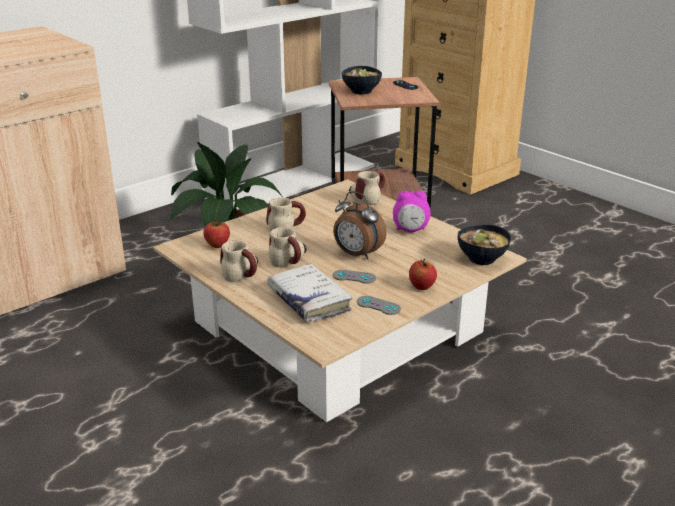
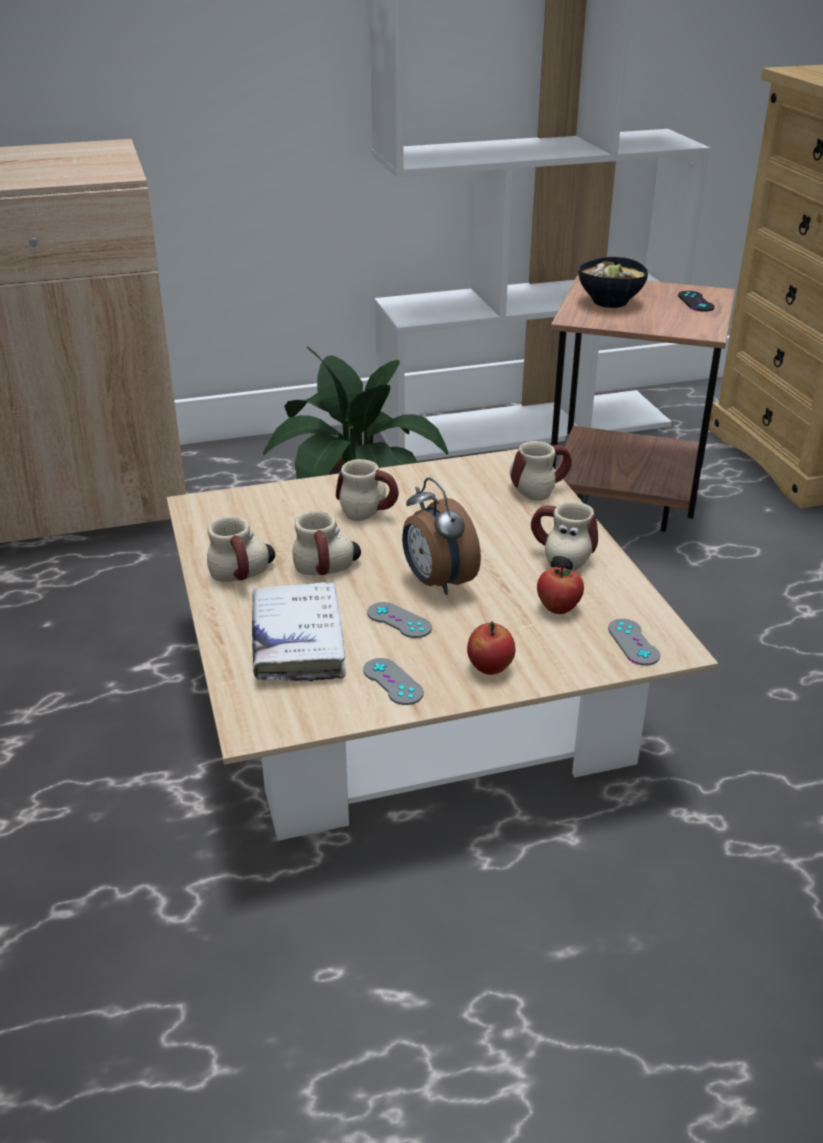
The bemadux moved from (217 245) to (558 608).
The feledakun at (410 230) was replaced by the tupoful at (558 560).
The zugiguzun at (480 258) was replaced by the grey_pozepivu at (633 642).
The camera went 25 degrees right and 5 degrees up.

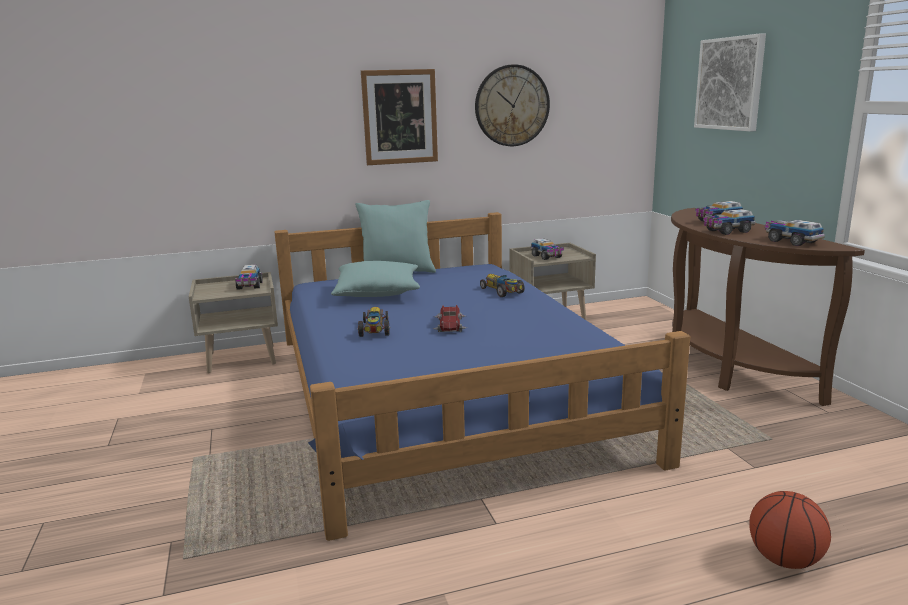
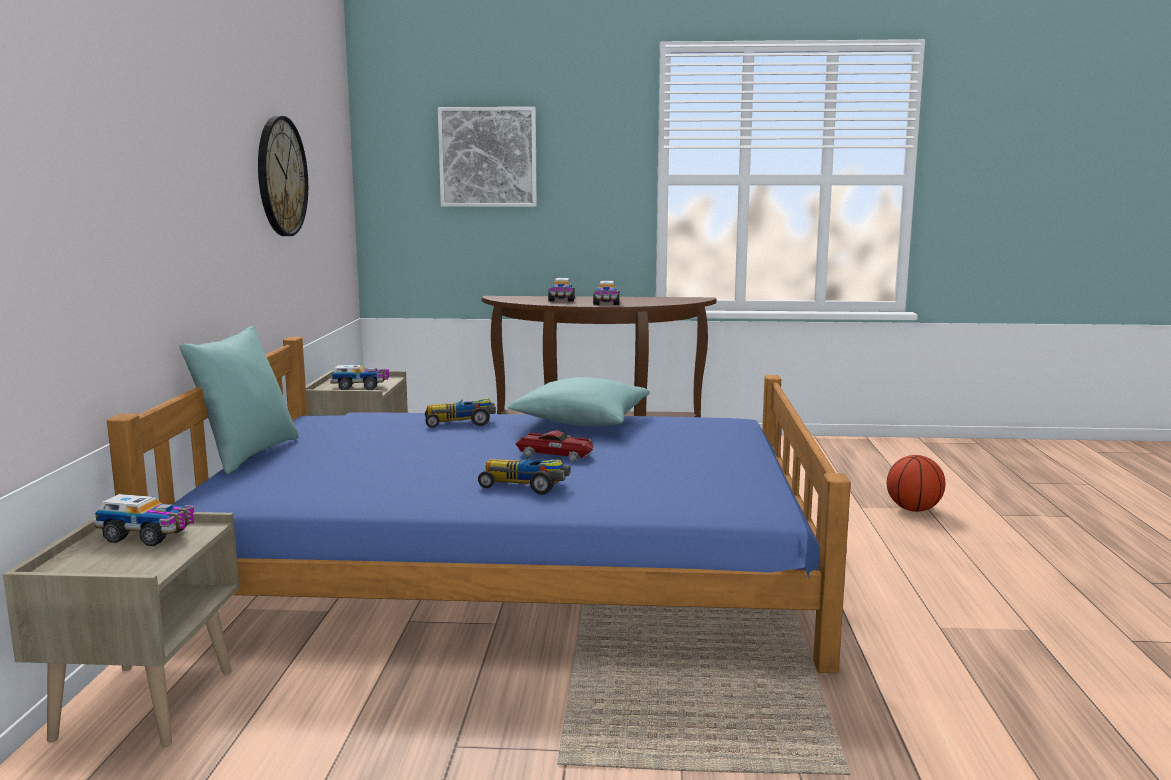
The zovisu at (400 117) disappeared.
The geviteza at (791 241) disappeared.
The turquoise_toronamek moved from (378 292) to (581 421).
The camera went 70 degrees left and 5 degrees down.

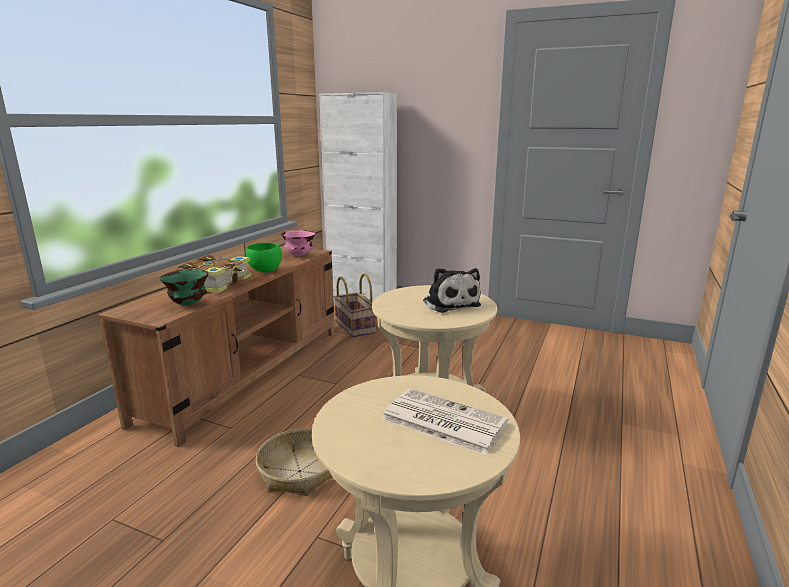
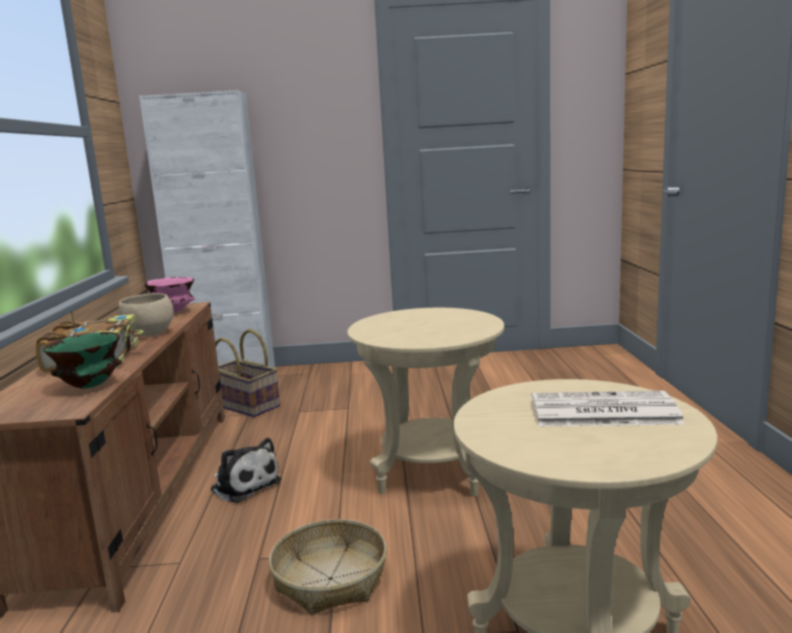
The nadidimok moved from (450 303) to (244 485).
The green_zugiguzun at (266 271) became the beige_zugiguzun at (150 334).
The camera went 25 degrees left and 5 degrees down.

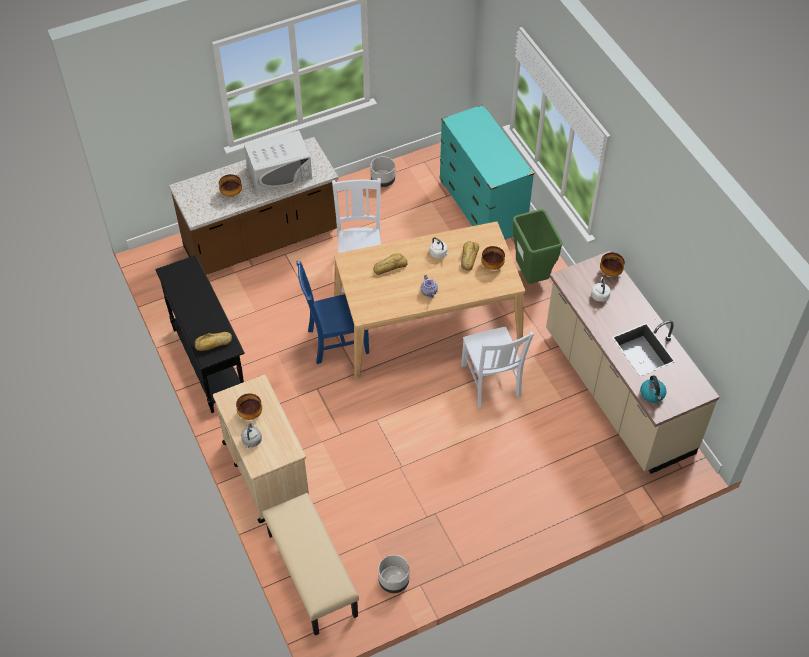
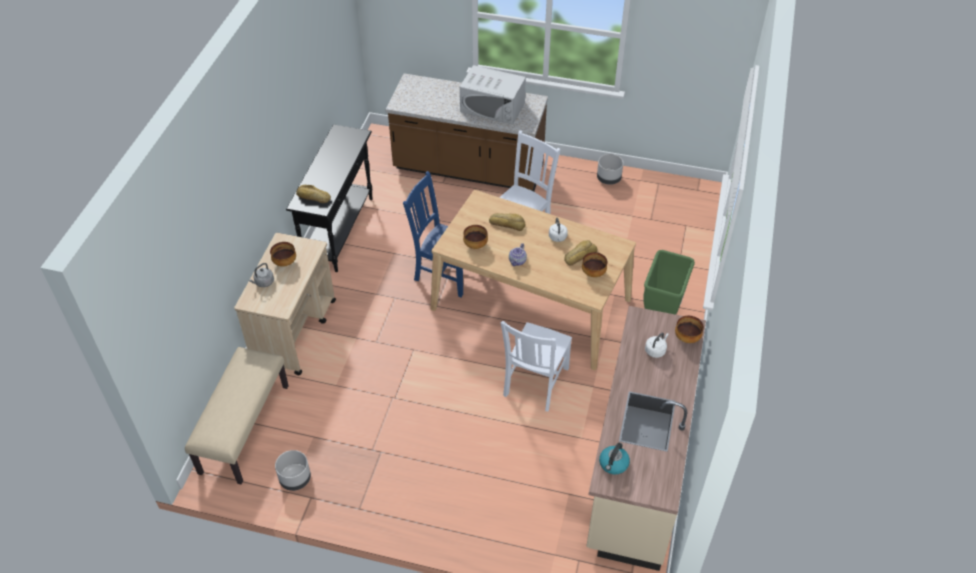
The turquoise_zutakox at (482 208) disappeared.
The zugiguzun moved from (231 193) to (475 245).
The camera went 40 degrees right and 5 degrees down.

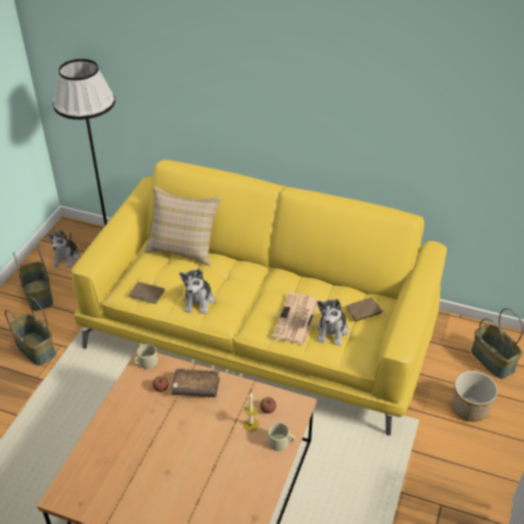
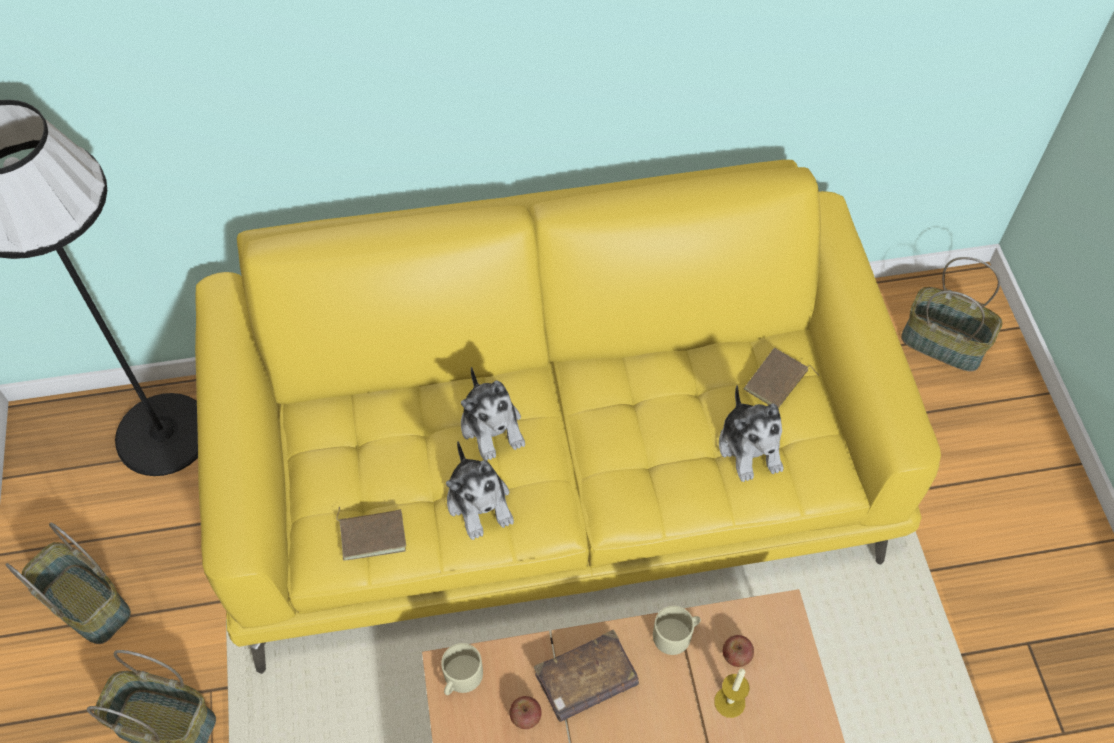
The beige_toronamek at (183 247) disappeared.
The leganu at (296 320) disappeared.
The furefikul at (470 408) disappeared.
The nadidimok moved from (67 258) to (492 426).
The beige_tupoful moved from (281 442) to (676 634).
The camera went 30 degrees left and 15 degrees up.

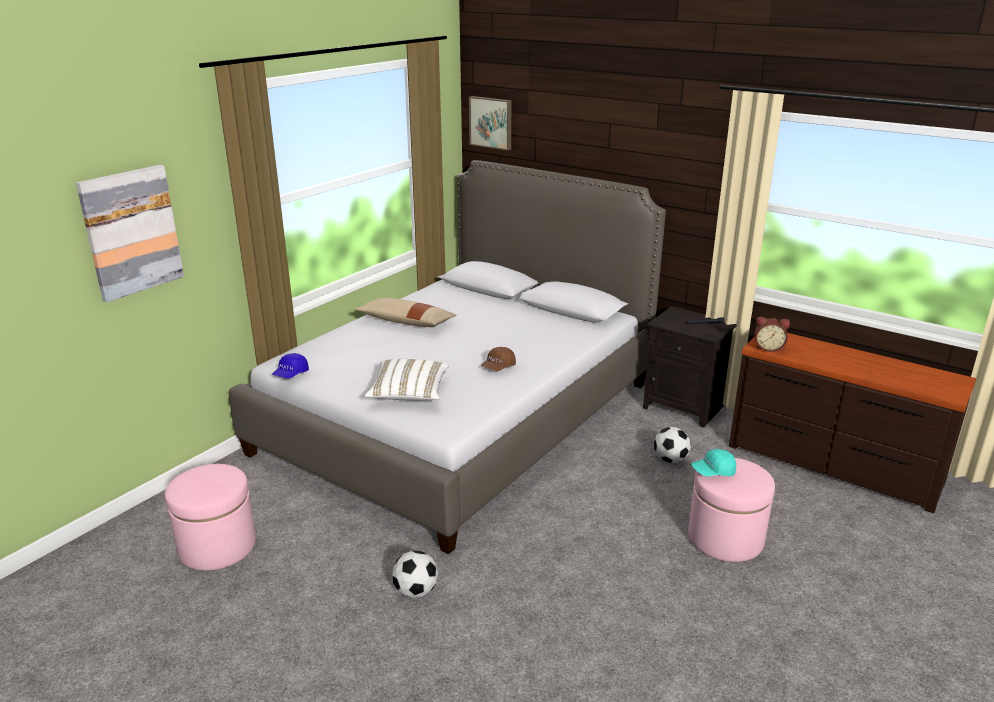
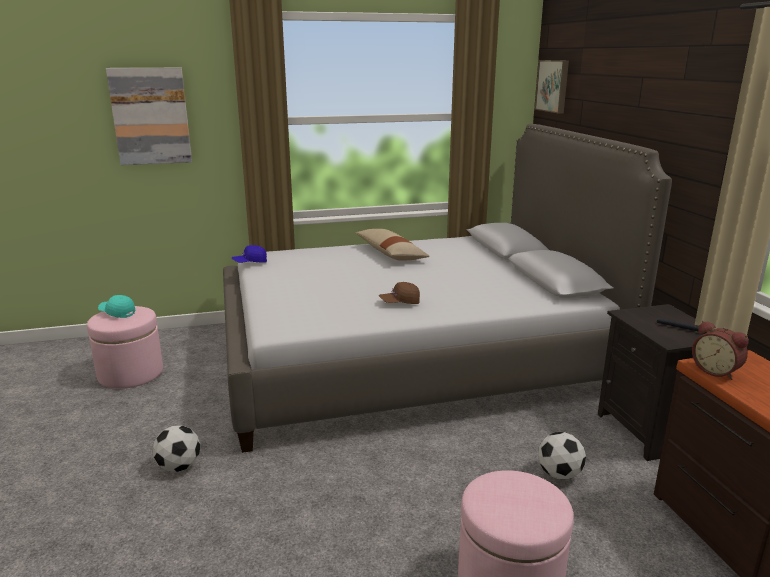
The white_toronamek at (409 394) disappeared.
The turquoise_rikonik moved from (713 472) to (117 313).
The camera went 40 degrees right and 5 degrees down.

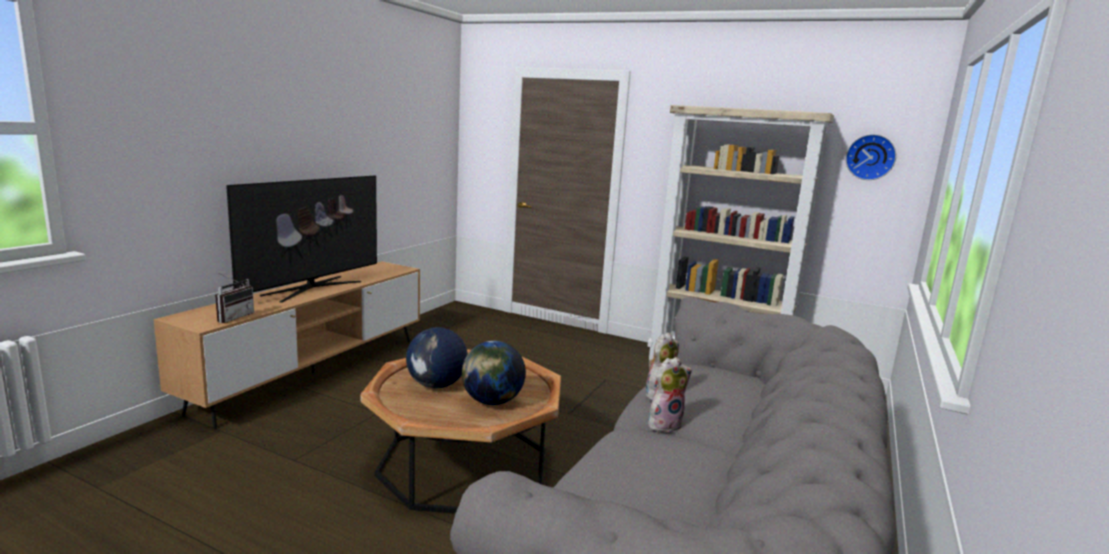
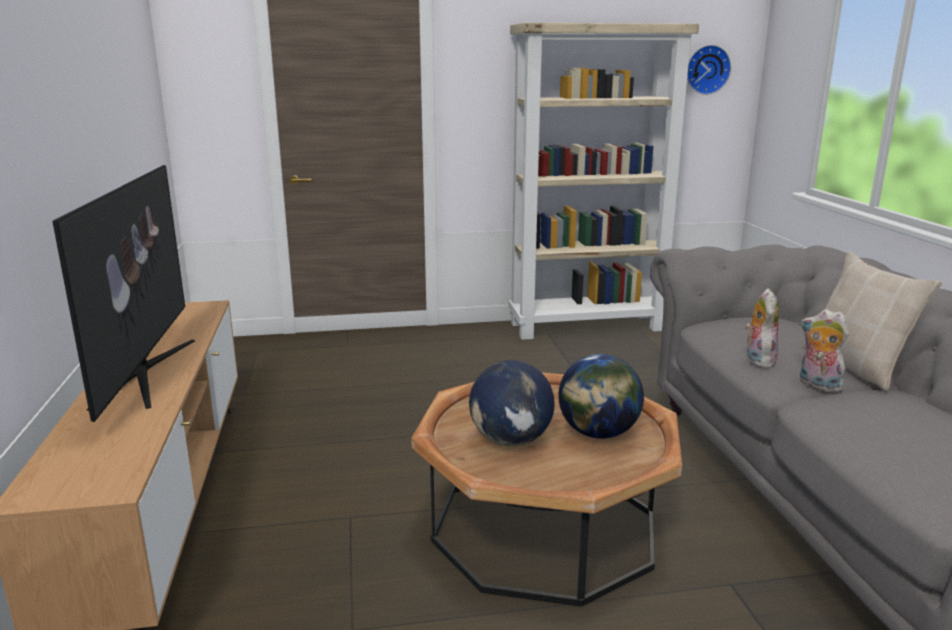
The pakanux at (233 317) disappeared.
The beige_toronamek at (856 366) appeared.
The nadidimok at (664 424) turned 75 degrees counterclockwise.
The camera went 35 degrees left and 5 degrees up.

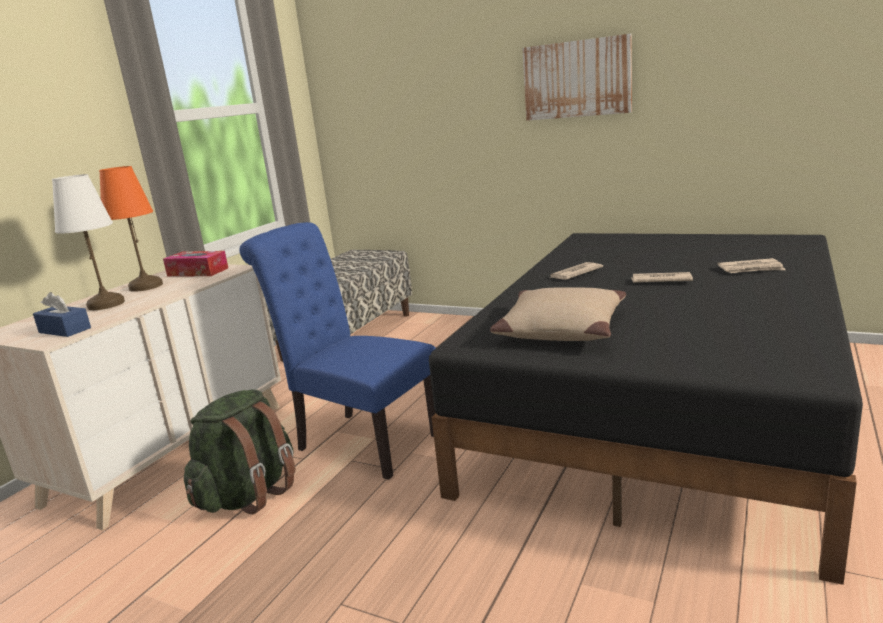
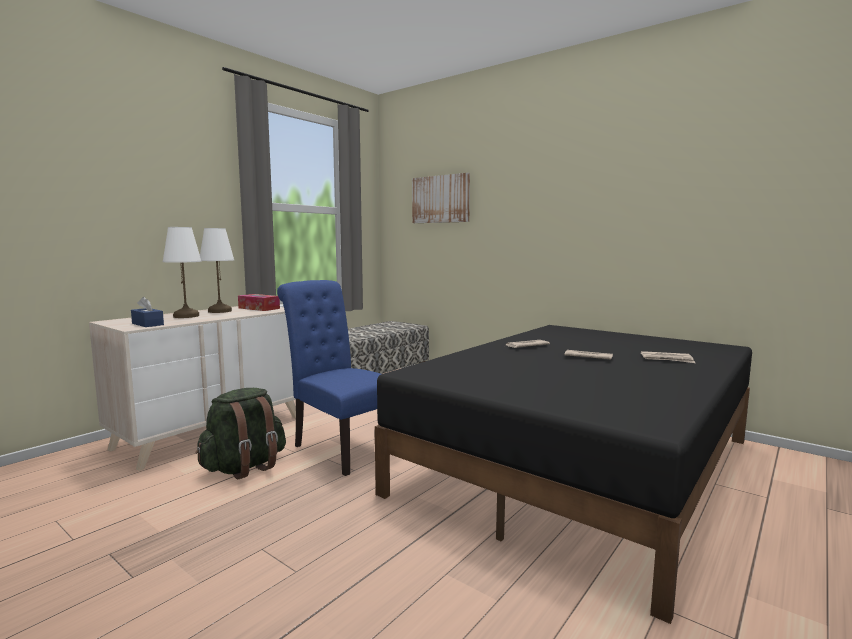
The beige_toronamek at (560 329) disappeared.
The zovisu moved from (577 79) to (441 199).
The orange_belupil at (146 286) became the white_belupil at (220 311).
The camera went 10 degrees right and 10 degrees down.

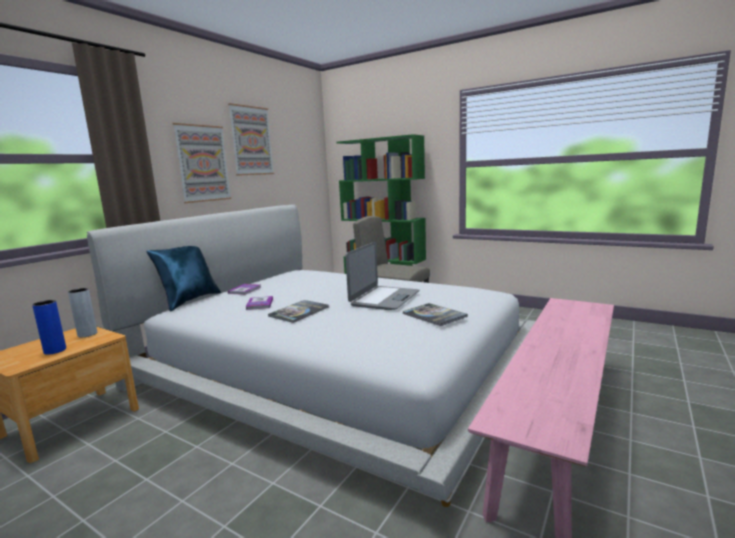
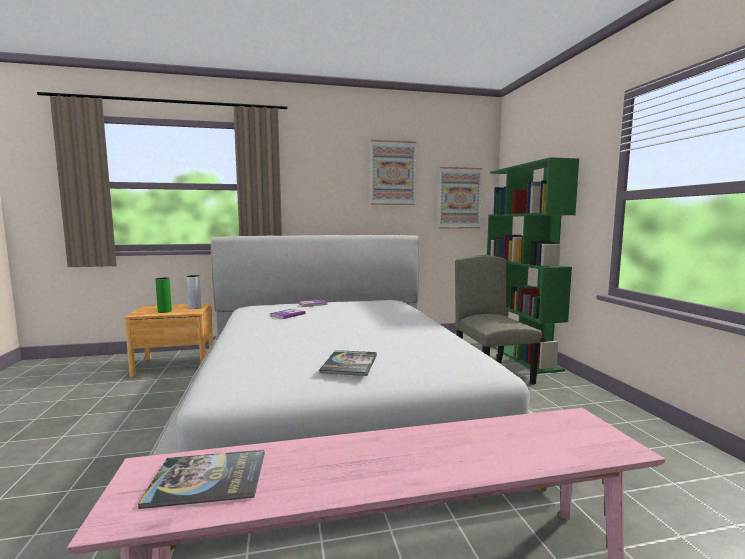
The blue_toronamek at (189 301) disappeared.
The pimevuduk at (384 299) disappeared.
The zovisu moved from (202 163) to (459 198).
The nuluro moved from (299 312) to (207 479).
The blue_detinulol at (55 350) became the green_detinulol at (164 311).
The camera went 45 degrees right and 5 degrees down.

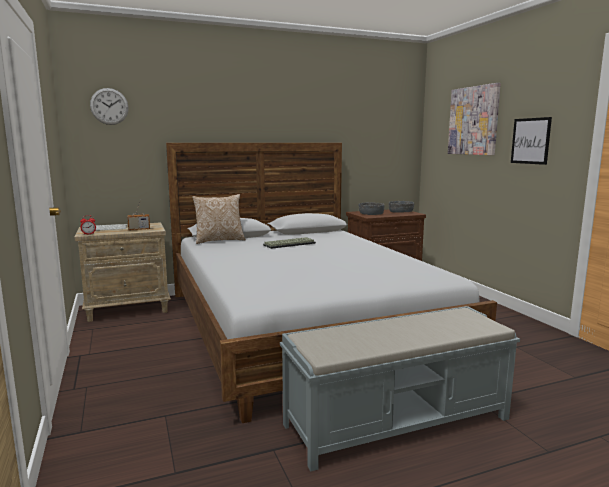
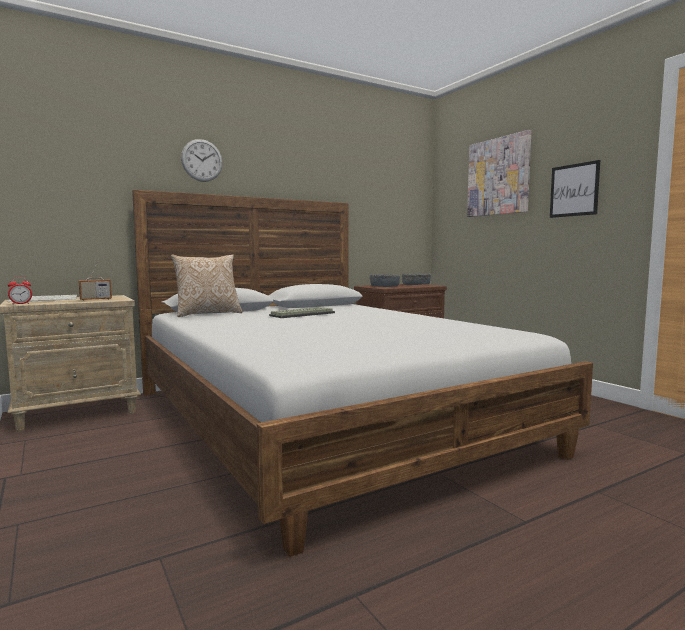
The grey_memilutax at (398 421) disappeared.
The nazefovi moved from (109 106) to (202 160).
The camera went 10 degrees left and 5 degrees down.

